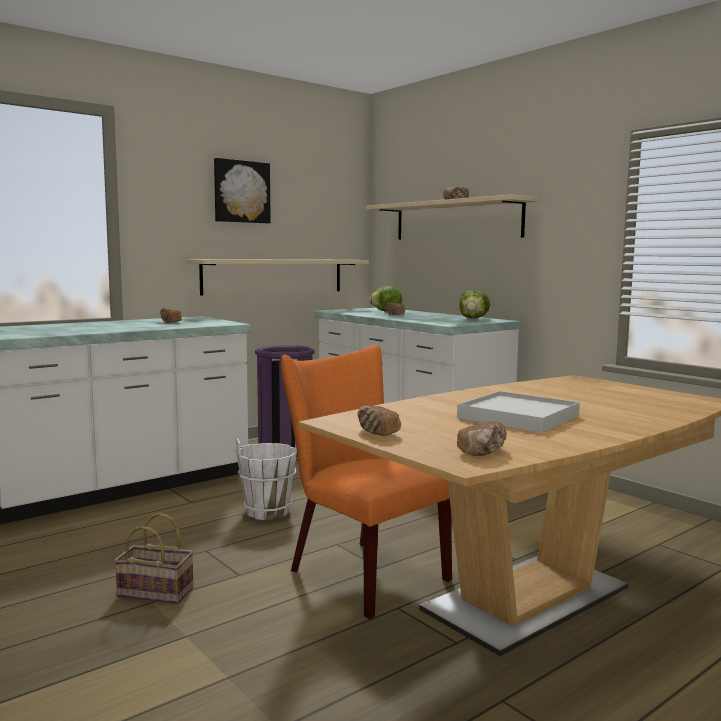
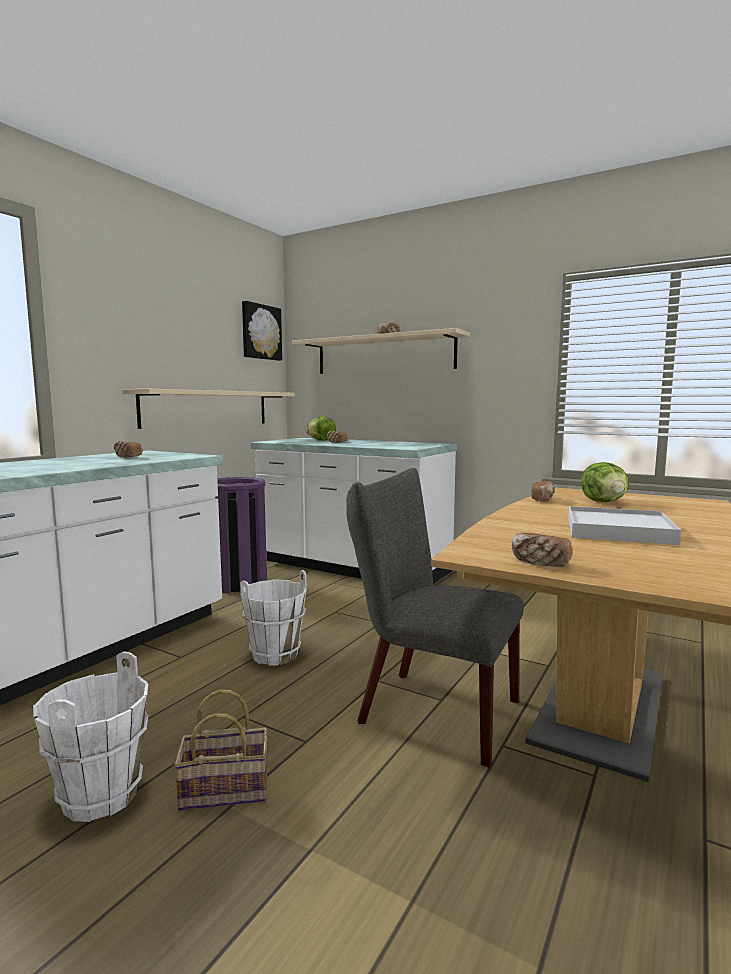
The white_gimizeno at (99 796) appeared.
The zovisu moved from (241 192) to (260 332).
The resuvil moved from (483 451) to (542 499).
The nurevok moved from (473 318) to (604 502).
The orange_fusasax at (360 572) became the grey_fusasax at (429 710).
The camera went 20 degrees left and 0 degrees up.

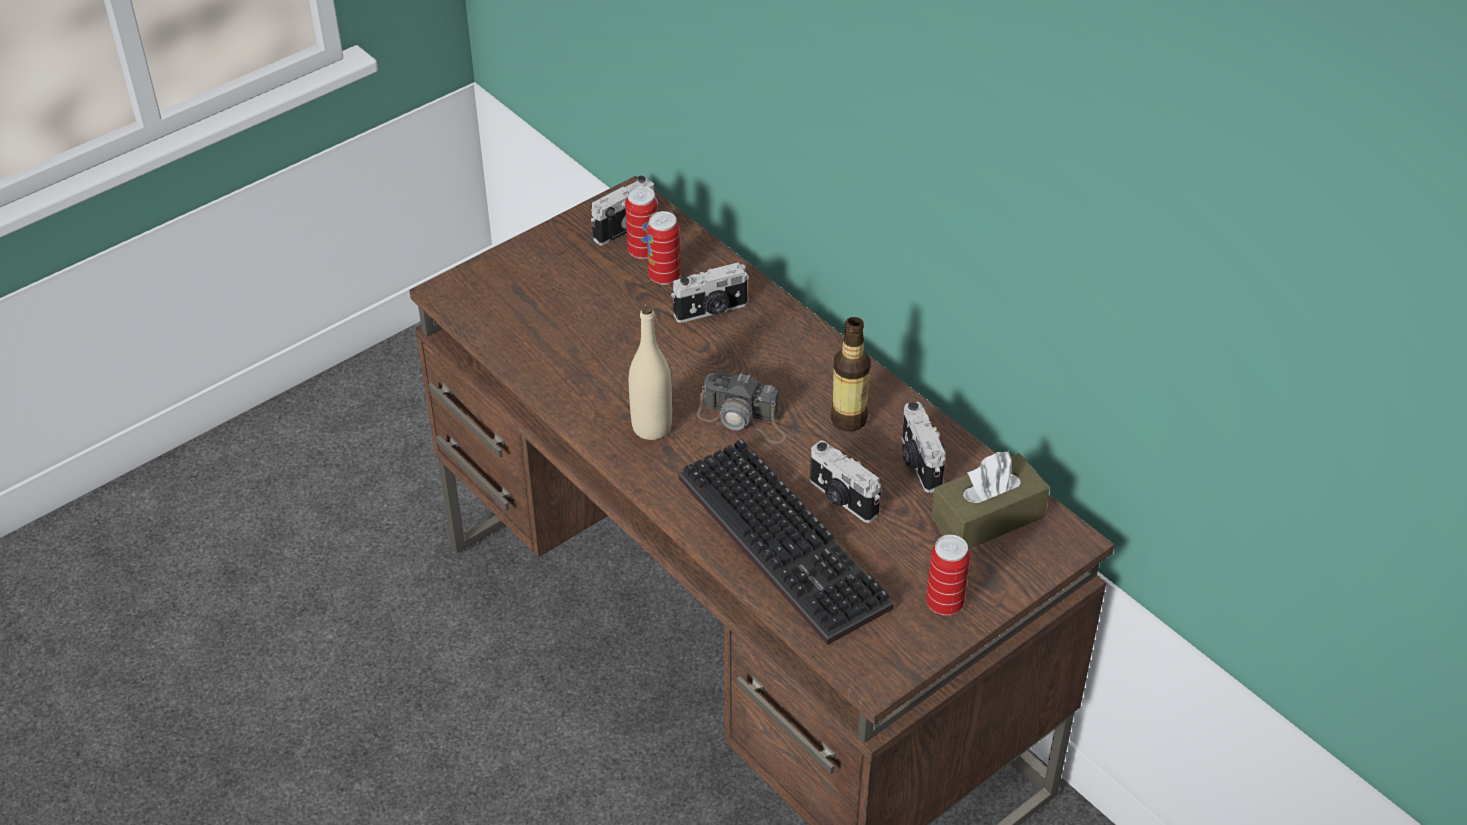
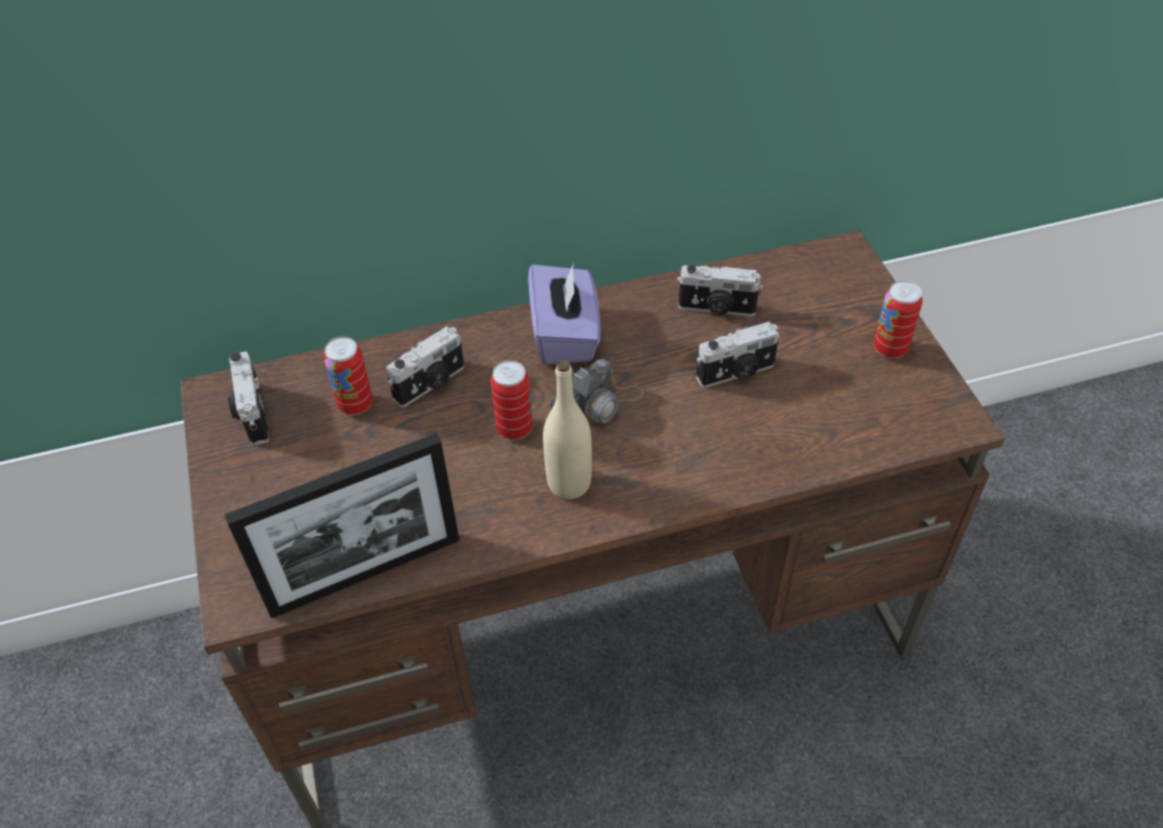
The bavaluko at (789 543) disappeared.
The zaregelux at (848 419) disappeared.
The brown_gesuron at (988 517) disappeared.
The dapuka at (365 574) appeared.
The purple_gesuron at (565 335) appeared.
The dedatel moved from (643 251) to (514 428).
The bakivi at (711 311) turned 45 degrees clockwise.
The camera went 65 degrees left and 5 degrees up.

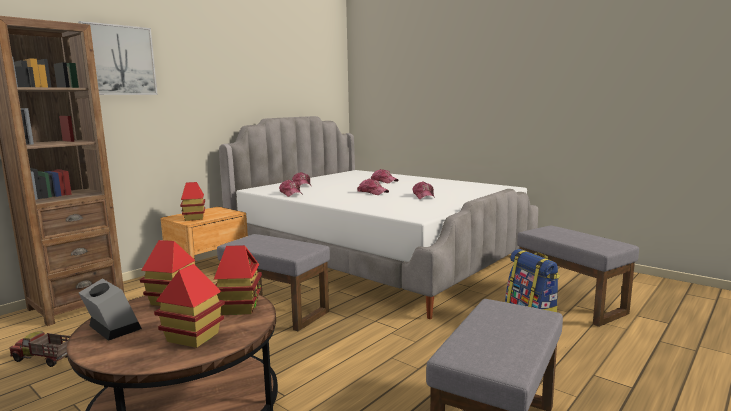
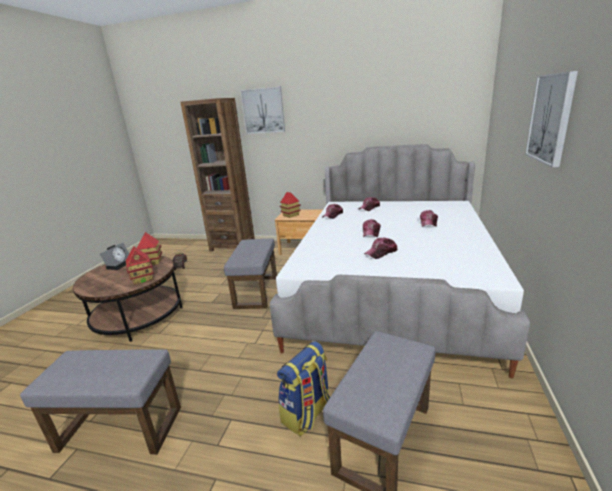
The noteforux at (193 337) disappeared.
The zovisu at (551 118) appeared.
The camera went 65 degrees right and 10 degrees up.

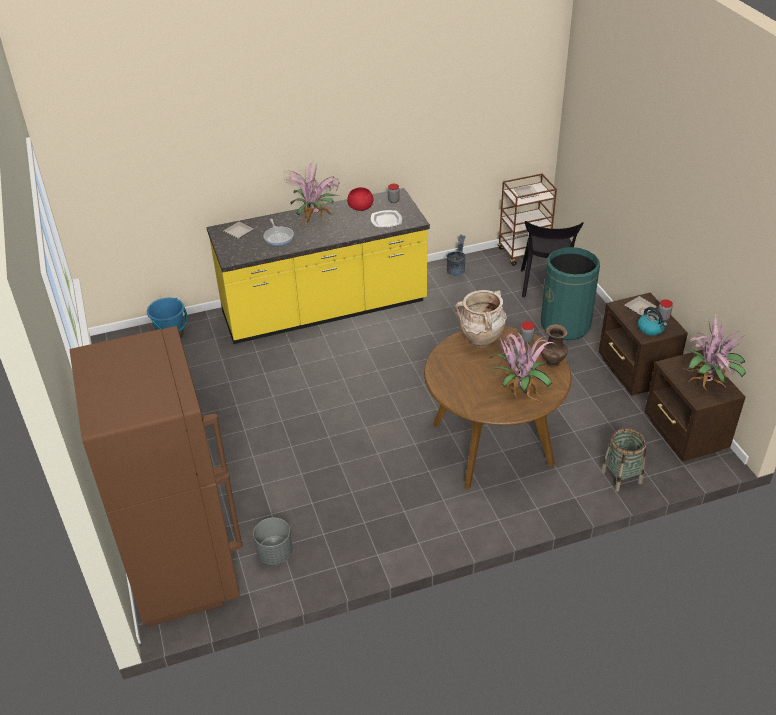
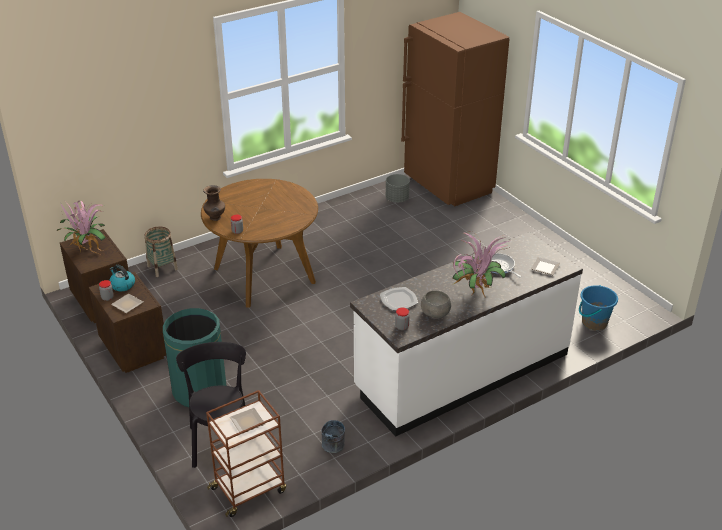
The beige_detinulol at (481 343) disappeared.
The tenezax at (518 390) disappeared.
The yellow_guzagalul at (324 309) became the white_guzagalul at (462 371).
The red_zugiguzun at (360 207) became the grey_zugiguzun at (435 313).
The camera went 165 degrees right and 5 degrees down.

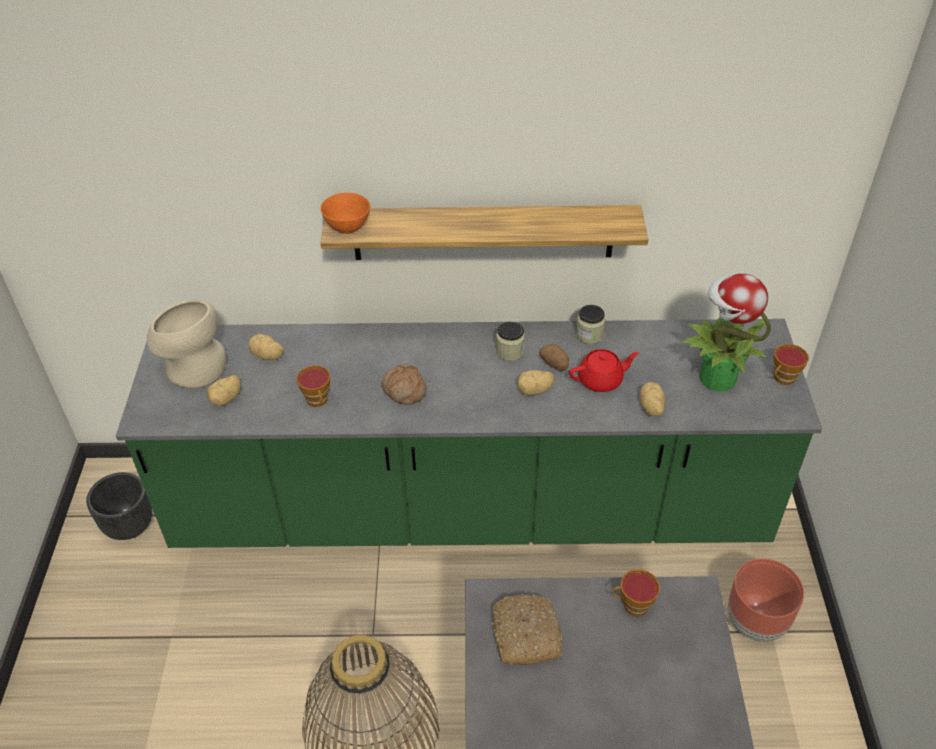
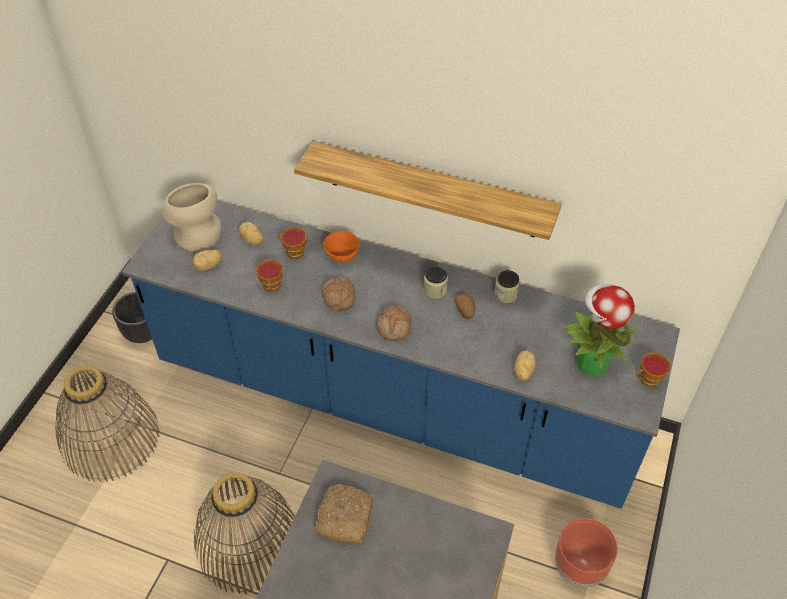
The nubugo at (535 390) disappeared.
The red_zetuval at (601 380) disappeared.
The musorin at (110 438) appeared.
The resuvil at (395 327) appeared.
The orange_zugiguzun moved from (348 228) to (342 257).
The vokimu moved from (632 606) to (293 252).
The green_guzagalul at (470 511) became the blue_guzagalul at (393 401).
The camera went 20 degrees right and 5 degrees up.

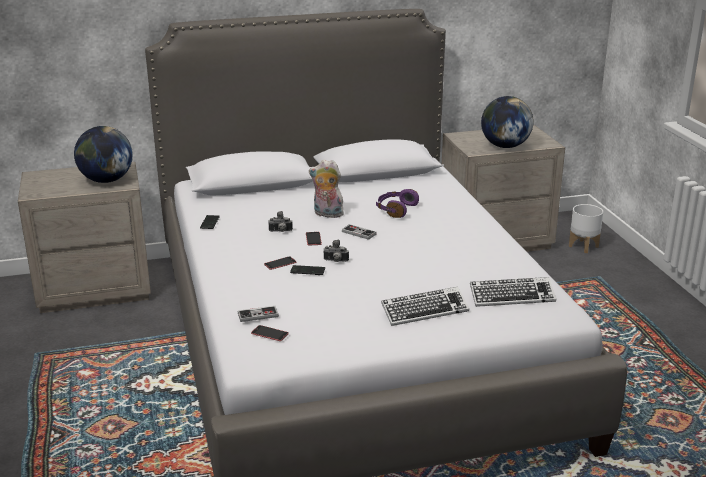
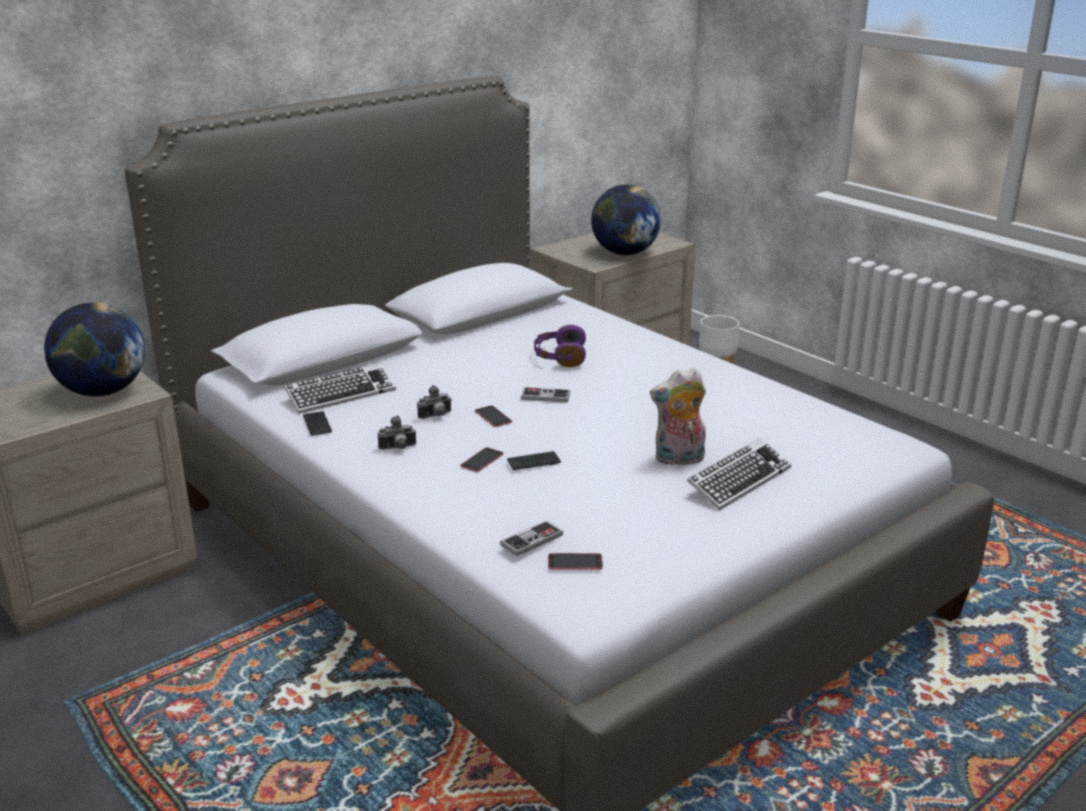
The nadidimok moved from (327 214) to (678 459).
The bakivi moved from (335 261) to (398 448).
The bavaluko moved from (512 297) to (341 394).
The camera went 25 degrees left and 0 degrees up.

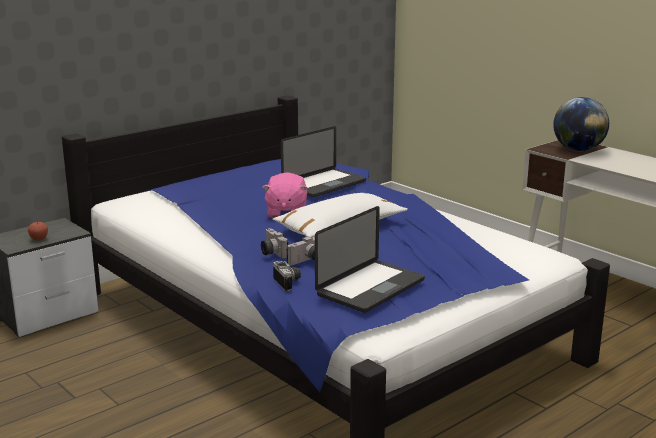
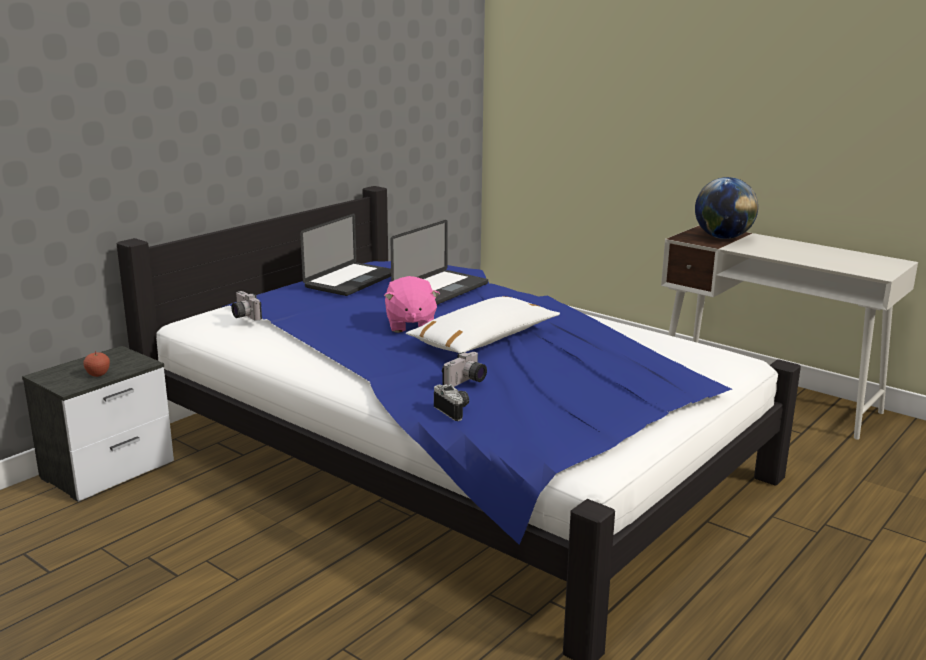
The bakivi moved from (271 253) to (243 316).
The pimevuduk moved from (371 288) to (351 281).
The camera went 10 degrees left and 0 degrees up.

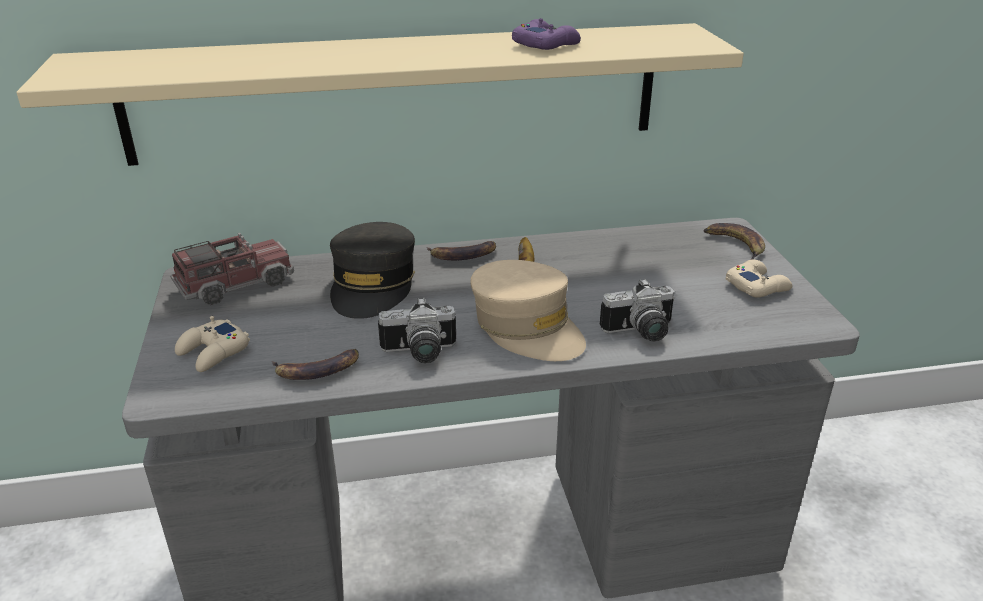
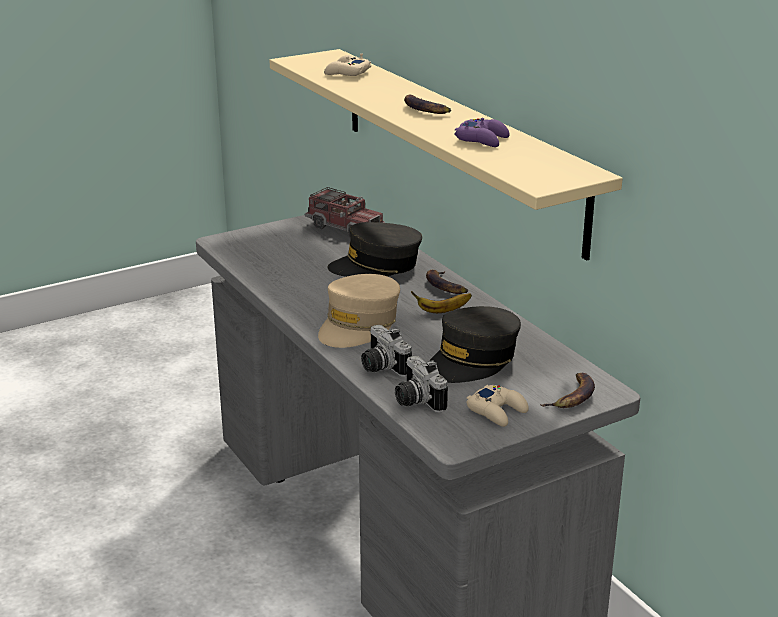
The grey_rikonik at (472 360) appeared.
The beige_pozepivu moved from (213 352) to (347 73).
The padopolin moved from (317 370) to (425 109).
The bakivi moved from (419 353) to (415 400).
The camera went 70 degrees right and 5 degrees down.

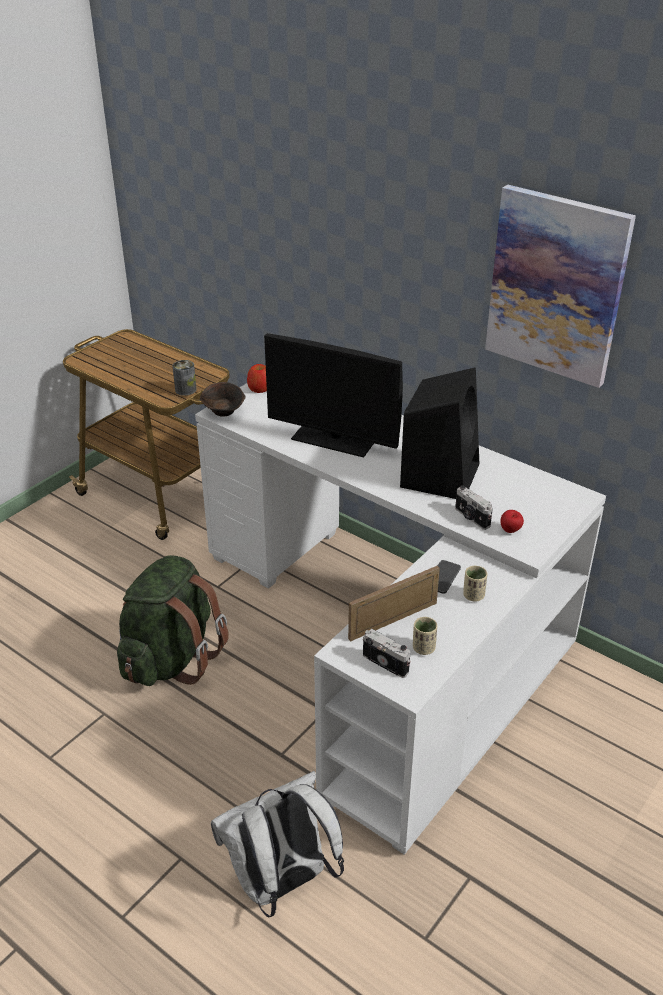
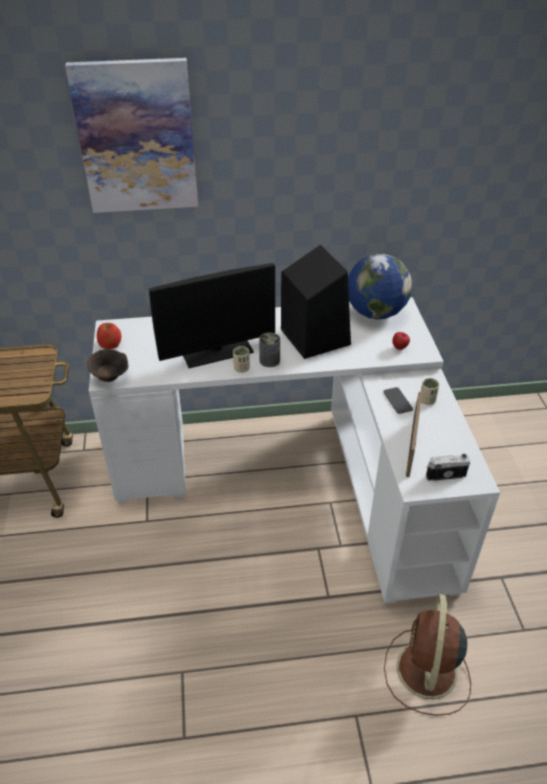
The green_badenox at (171 658) disappeared.
The bakivi at (471 518) disappeared.
The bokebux at (375 313) appeared.
The dedatel moved from (185 390) to (269 360).
The beige_vokimu moved from (423 648) to (241 369).
The zovisu moved from (556 286) to (137 138).
The white_badenox at (281 883) was replaced by the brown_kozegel at (426 672).
The camera went 45 degrees left and 5 degrees up.

